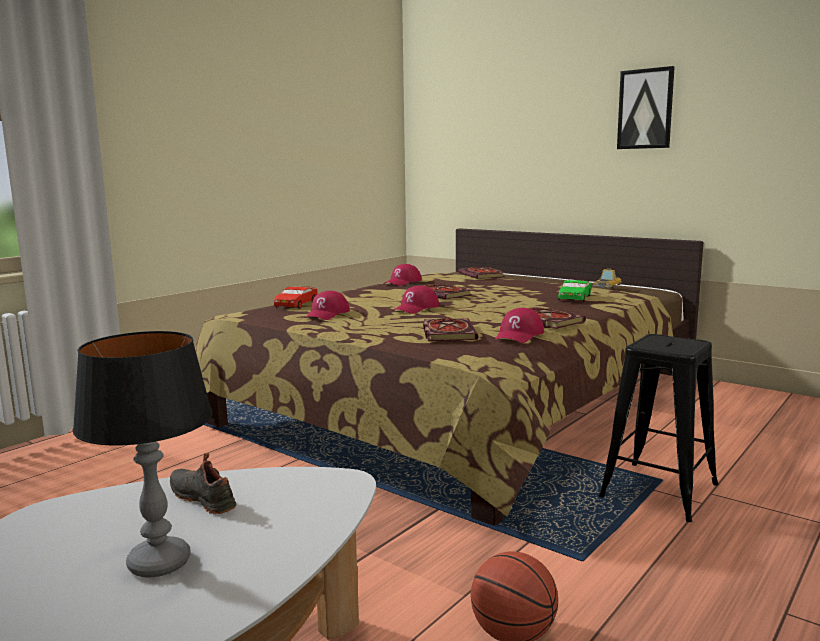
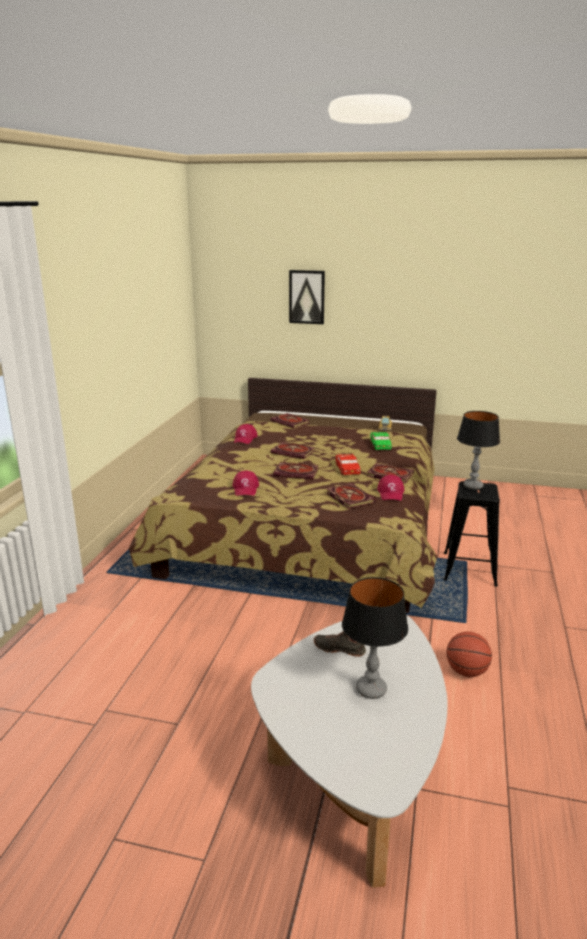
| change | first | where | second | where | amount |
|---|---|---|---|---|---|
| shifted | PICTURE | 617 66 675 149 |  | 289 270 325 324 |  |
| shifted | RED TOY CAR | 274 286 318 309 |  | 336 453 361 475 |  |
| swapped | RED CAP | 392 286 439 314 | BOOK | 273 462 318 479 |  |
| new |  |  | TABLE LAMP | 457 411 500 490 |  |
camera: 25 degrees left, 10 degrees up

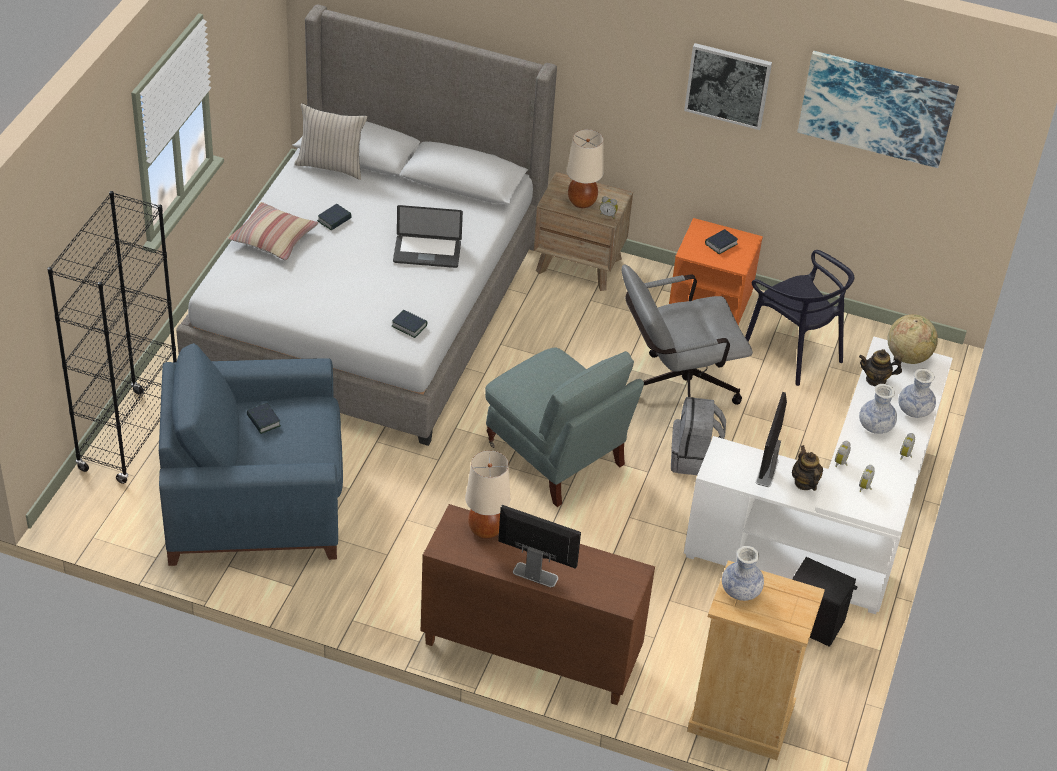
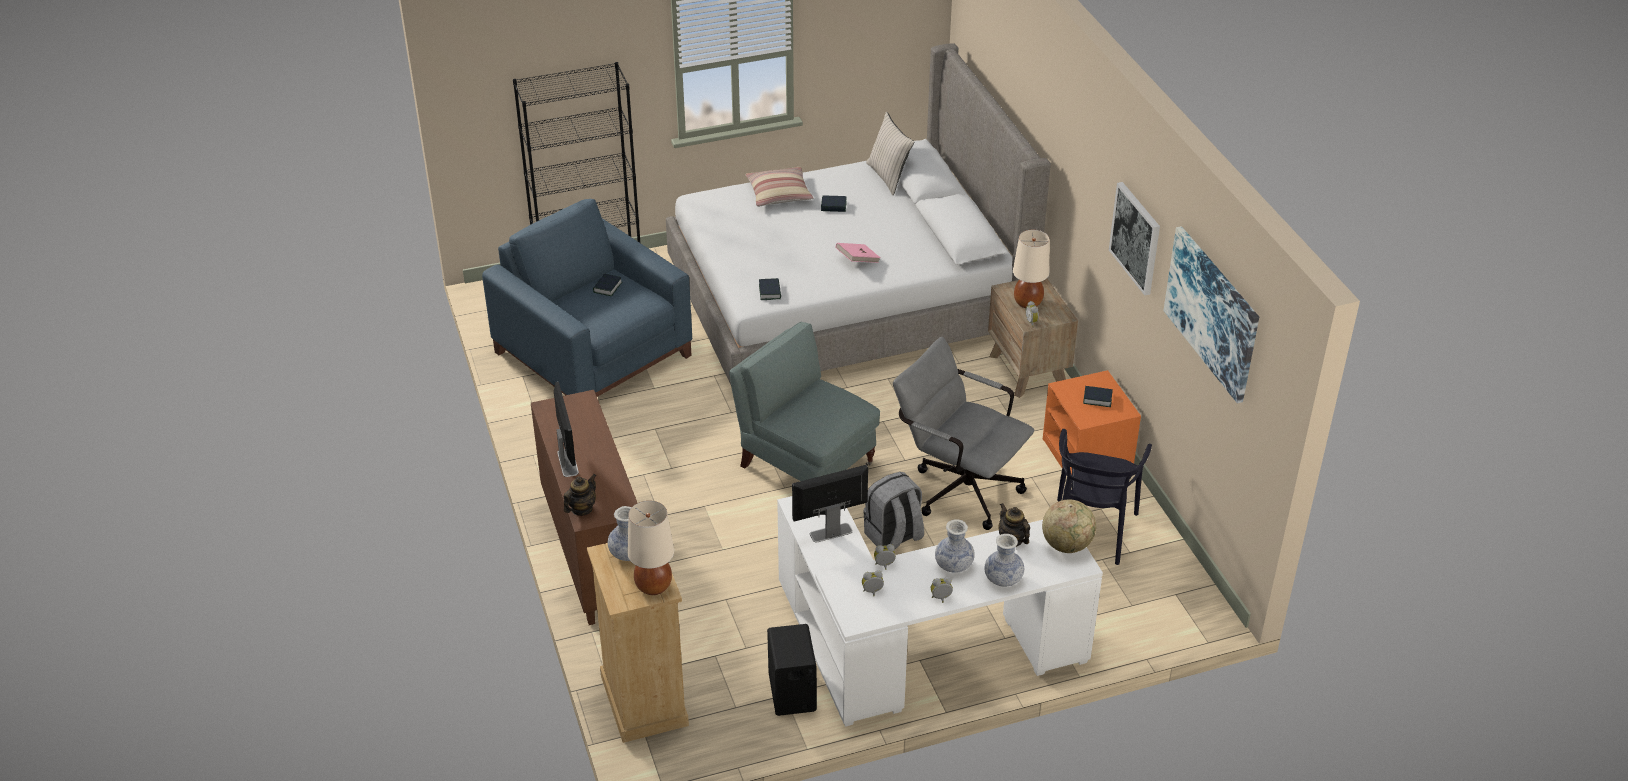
| change | first | where | second | where | amount |
|---|---|---|---|---|---|
| swapped | LAPTOP | 393 205 463 268 | PINK BOOK | 835 243 880 263 |  |
| rotated | GREY ARMCHAIR | 485 348 644 507 |  | 729 322 880 481 | 120 degrees clockwise |
| shifted | TEAPOT | 792 445 823 491 |  | 564 474 597 516 |  |
| shifted | BEIGE TABLE LAMP | 465 450 510 539 |  | 628 501 674 595 |  |
camera: 55 degrees right, 5 degrees down

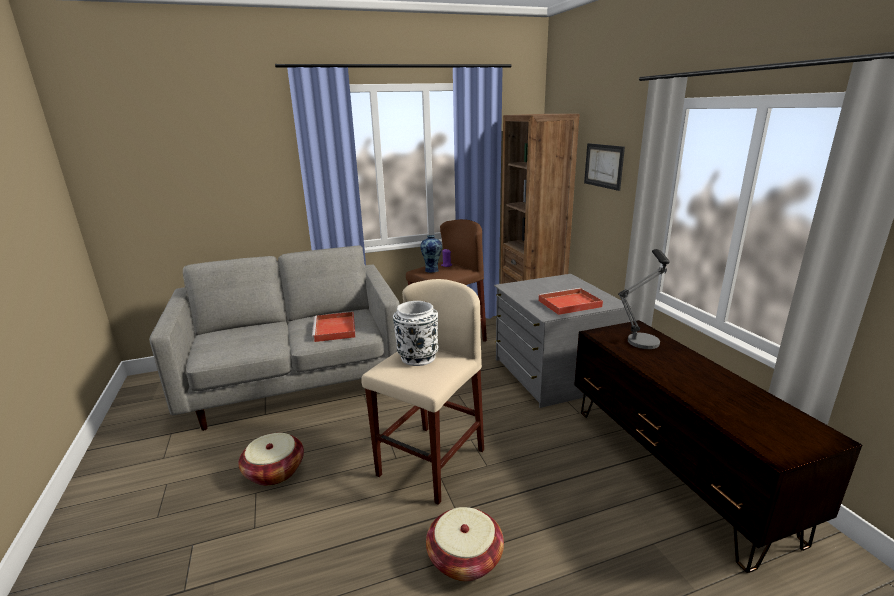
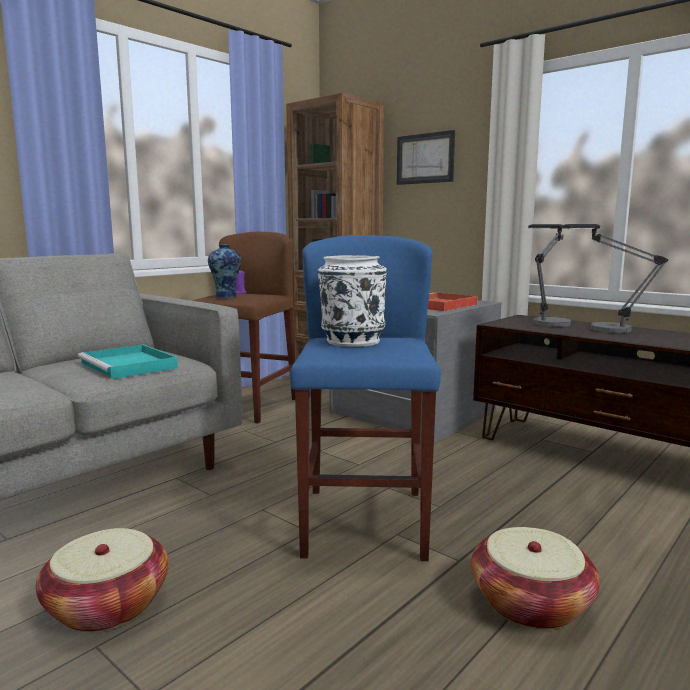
| change | first | where | second | where | amount |
|---|---|---|---|---|---|
| repainted | BEIGE STOOL | 361 279 484 505 | BLUE STOOL | 290 235 441 561 |  |
| repainted | RED TRAY | 312 312 356 342 | TURQUOISE TRAY | 78 344 178 380 |  |
| new |  |  | TABLE LAMP | 562 224 668 333 |  |
camera: 30 degrees left, 10 degrees down

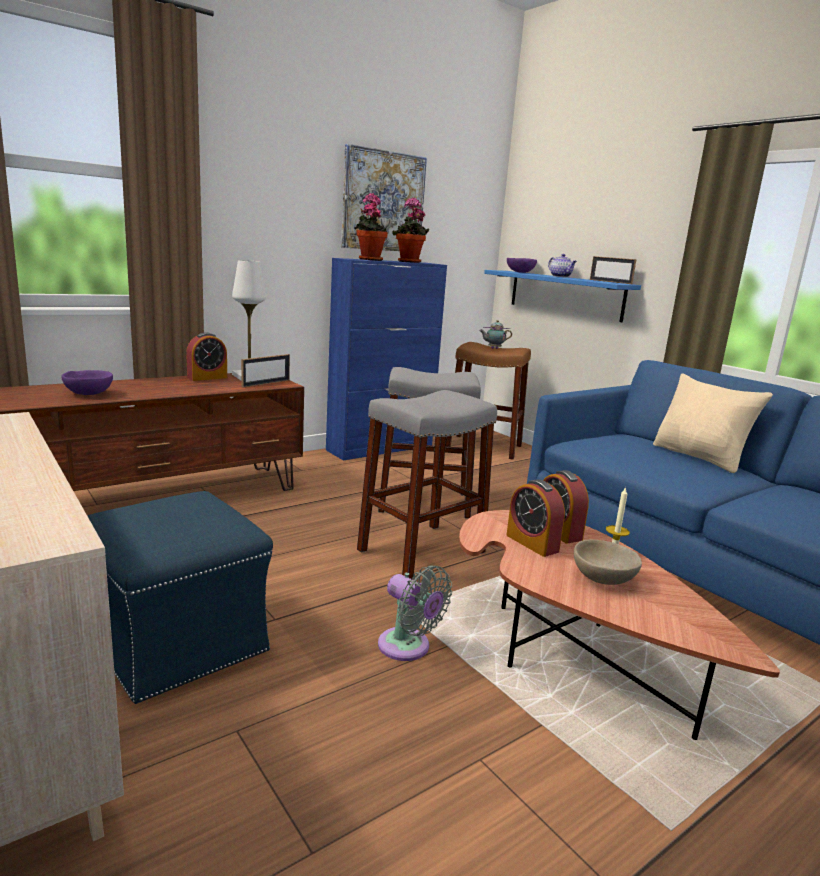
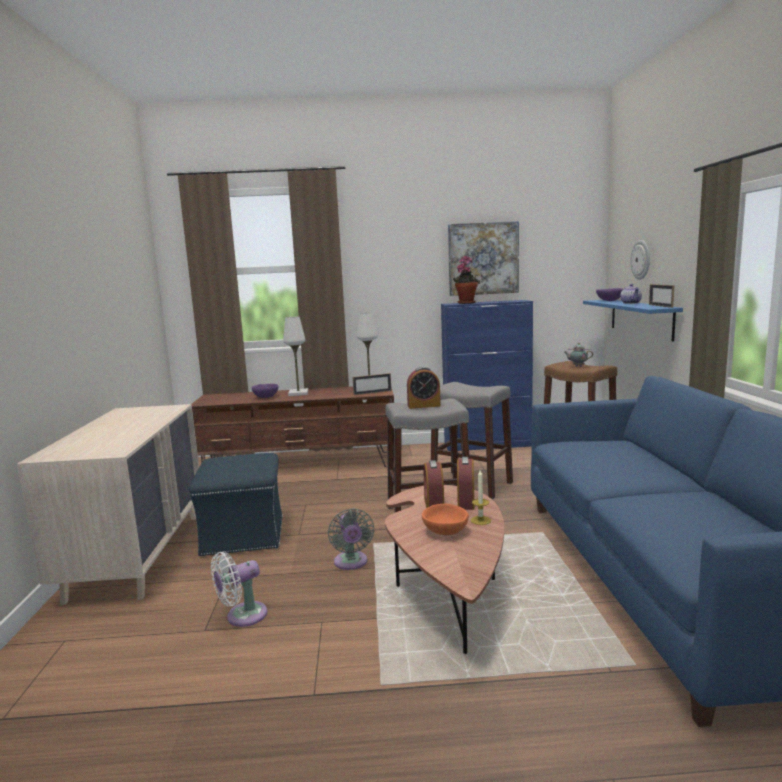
| change | first | where | second | where | amount |
|---|---|---|---|---|---|
| gone | POTTED PLANT | 392 198 430 263 |  |  |  |
| shifted | ALARM CLOCK | 186 332 227 381 |  | 407 367 441 409 |  |
| gone | BEIGE PILLOW | 653 373 773 473 |  |  |  |
| repainted | BEIGE BOWL | 574 539 642 585 | ORANGE BOWL | 422 504 469 535 |  |
| new |  |  | WALL CLOCK | 630 240 650 280 |  |
| new |  |  | WHITE TABLE LAMP | 283 317 308 396 |  |
| new |  |  | WHITE FAN | 211 552 267 627 |  |
camera: 35 degrees right, 5 degrees down

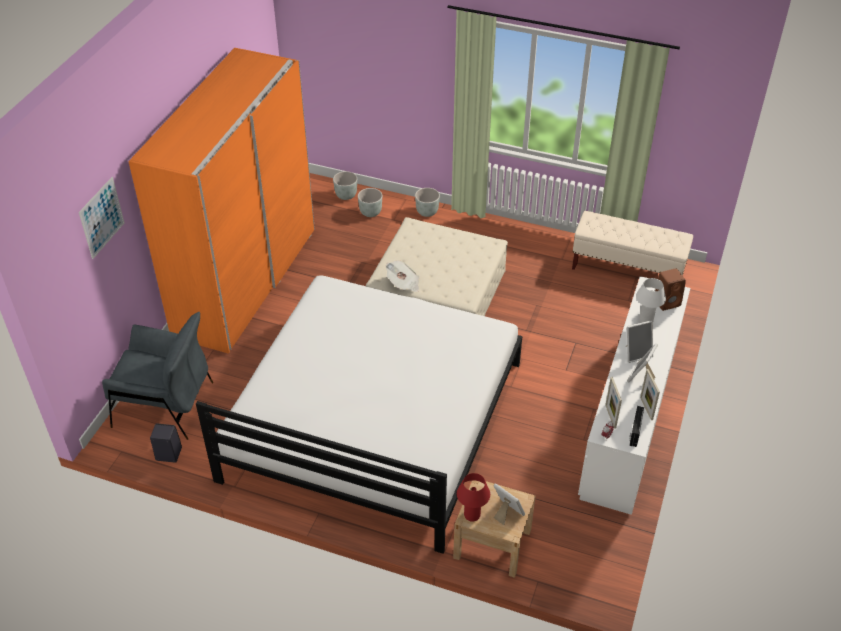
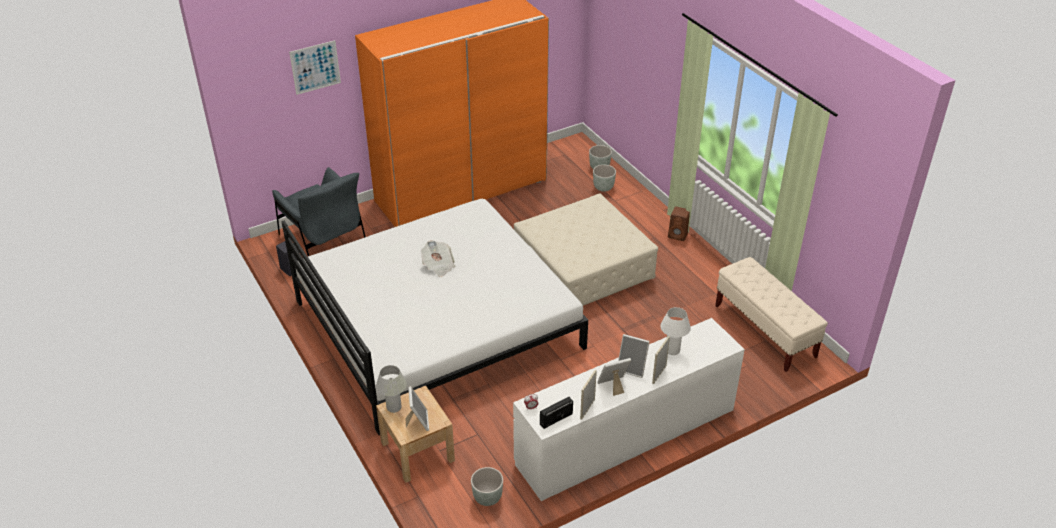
| change | first | where | second | where | amount |
|---|---|---|---|---|---|
| shifted | GREY PLANTER | 415 188 440 217 |  | 471 467 503 506 |  |
| shifted | NEWSPAPER | 386 260 419 292 |  | 421 240 455 277 |  |
| shifted | BROWN SPEAKER | 655 268 686 311 |  | 668 206 690 241 |  |
| shifted | PICTURE FRAME | 605 377 622 429 |  | 652 336 670 384 |  |
| repainted | RED TABLE LAMP | 457 473 490 522 | WHITE TABLE LAMP | 376 365 407 413 |  |
camera: 40 degrees right, 5 degrees down

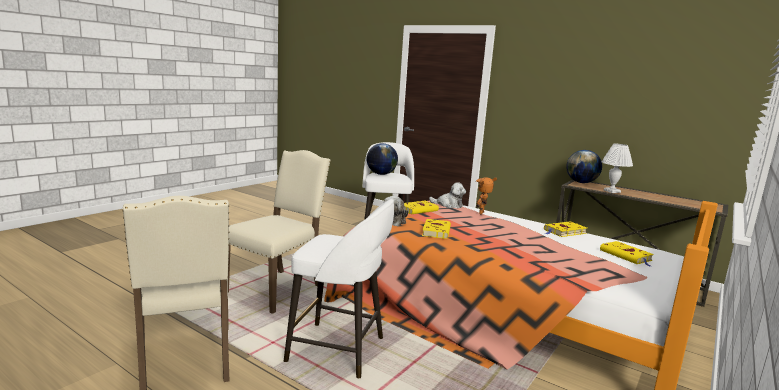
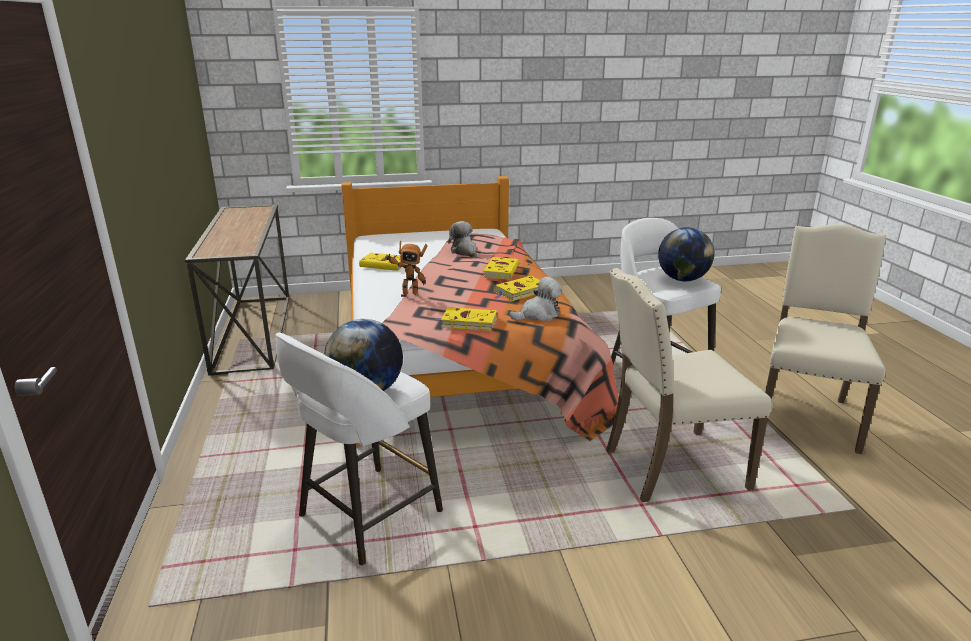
| change | first | where | second | where | amount |
|---|---|---|---|---|---|
| gone | WHITE TABLE LAMP | 602 144 633 193 |  |  |  |
| shifted | GLOBE | 566 150 602 183 |  | 658 227 714 281 |  |
| shifted | PLUSH TOY | 429 182 466 208 |  | 448 221 477 258 |  |
| shifted | YELLOW BOOK | 600 241 654 266 |  | 483 257 520 280 |  |
camera: 135 degrees left, 10 degrees up

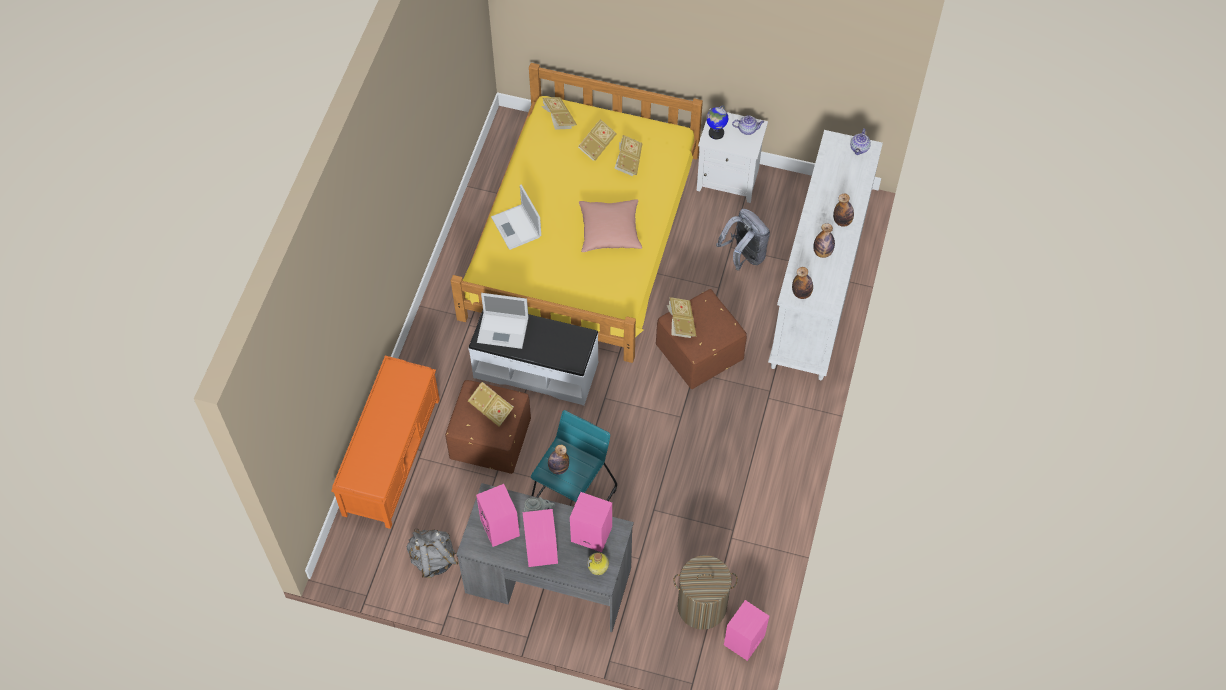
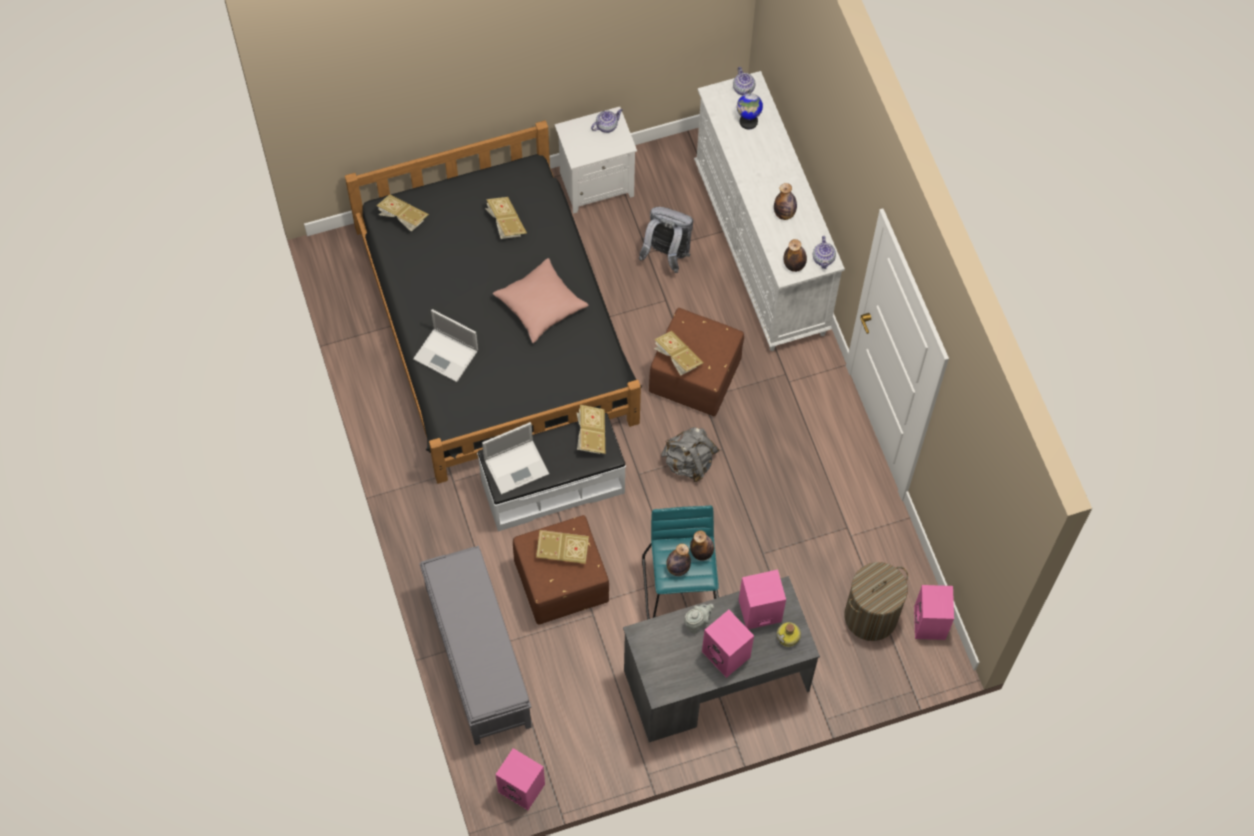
| change | first | where | second | where | amount |
|---|---|---|---|---|---|
| repainted | YELLOW BED | 451 63 703 363 | BLACK BED | 345 120 642 484 |  |
| shifted | GLOBE | 706 105 728 139 |  | 737 89 763 130 |  |
| shifted | BOOK | 578 119 617 161 |  | 576 405 605 454 |  |
| shifted | BOTTLE | 833 194 854 227 |  | 690 530 714 561 |  |
| repainted | ORANGE BENCH | 331 356 440 529 | GREY BENCH | 419 546 532 745 |  |
| shifted | PINK SPEAKER | 476 484 520 547 |  | 495 748 545 810 |  |
| shifted | GREY BACKPACK | 407 529 458 578 |  | 661 427 719 482 |  |
| new |  |  | TEAPOT | 813 236 836 269 |  |
camera: 35 degrees left, 5 degrees up

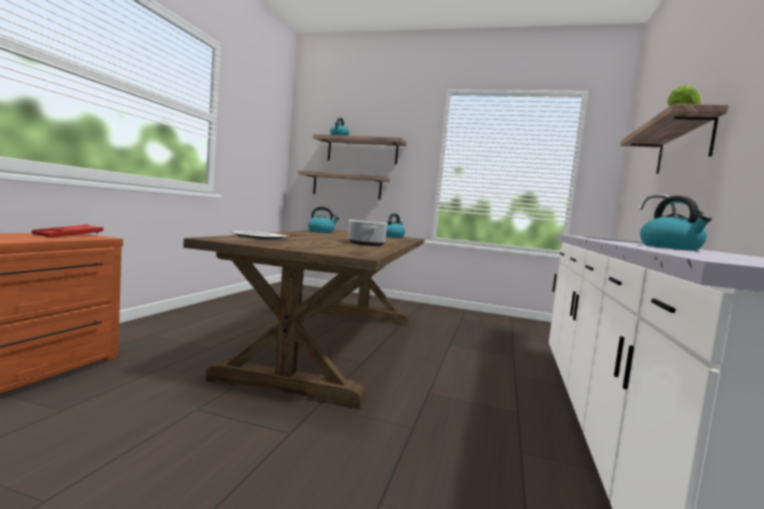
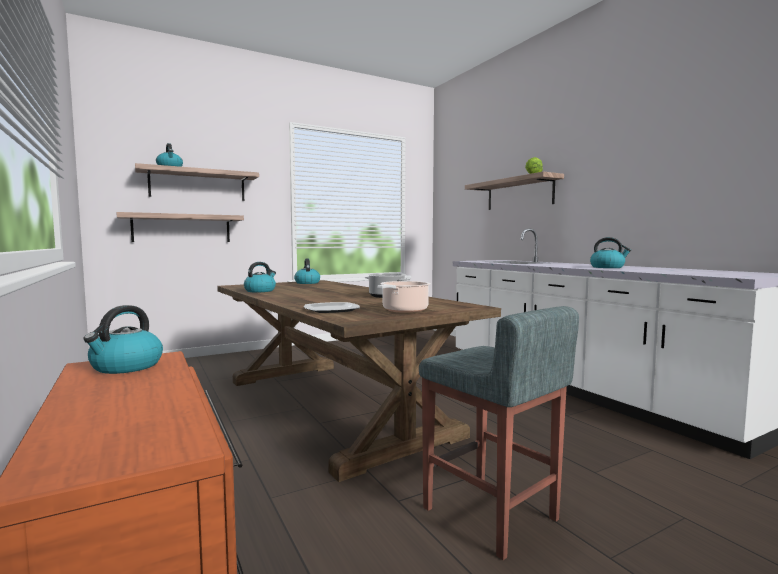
| change | first | where | second | where | amount |
|---|---|---|---|---|---|
| swapped | RED TRAY | 32 225 103 237 | KETTLE | 83 305 163 374 |  |
| new |  |  | COOKING POT | 378 281 431 313 |  |
| new |  |  | GREY STOOL | 419 306 579 560 |  |
camera: 45 degrees left, 0 degrees up

